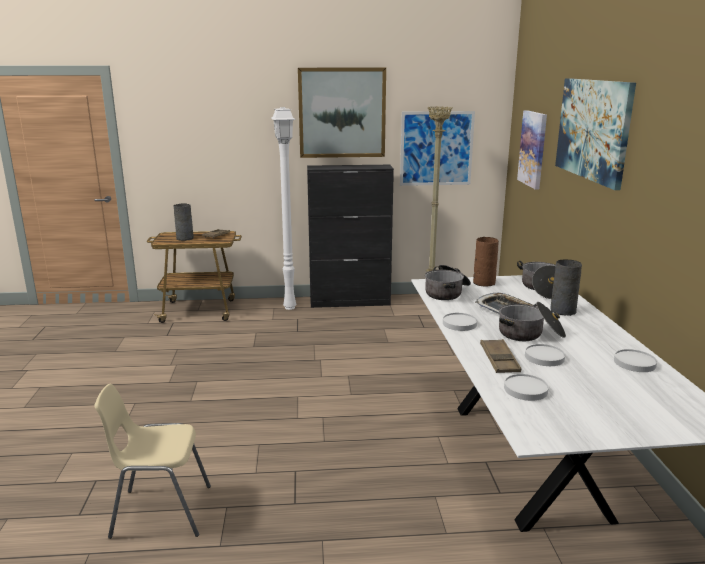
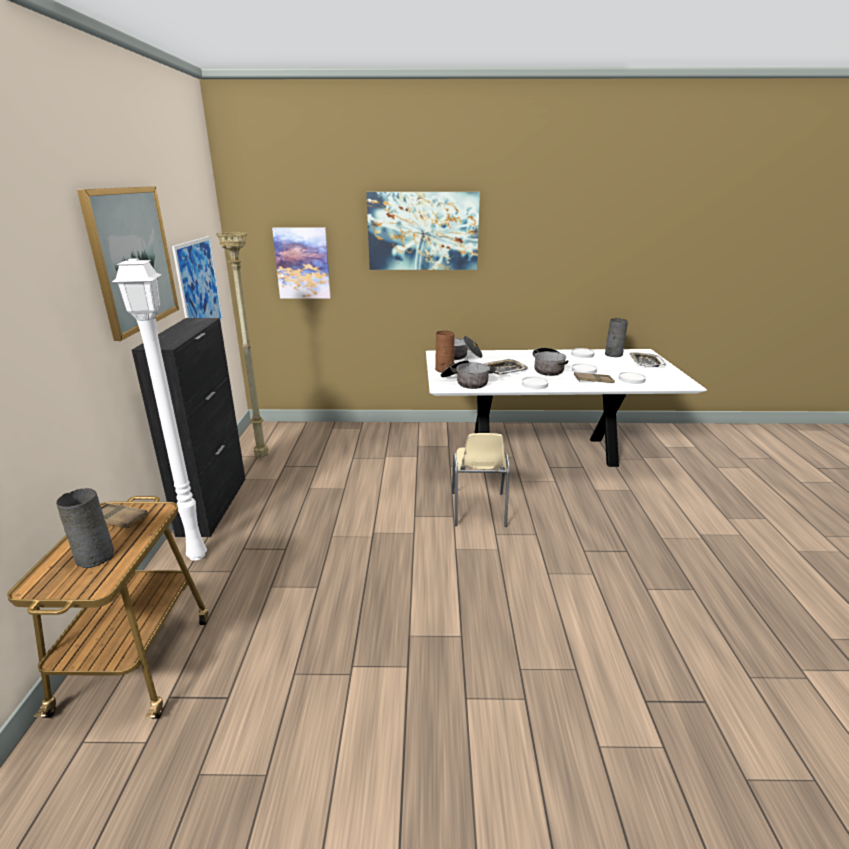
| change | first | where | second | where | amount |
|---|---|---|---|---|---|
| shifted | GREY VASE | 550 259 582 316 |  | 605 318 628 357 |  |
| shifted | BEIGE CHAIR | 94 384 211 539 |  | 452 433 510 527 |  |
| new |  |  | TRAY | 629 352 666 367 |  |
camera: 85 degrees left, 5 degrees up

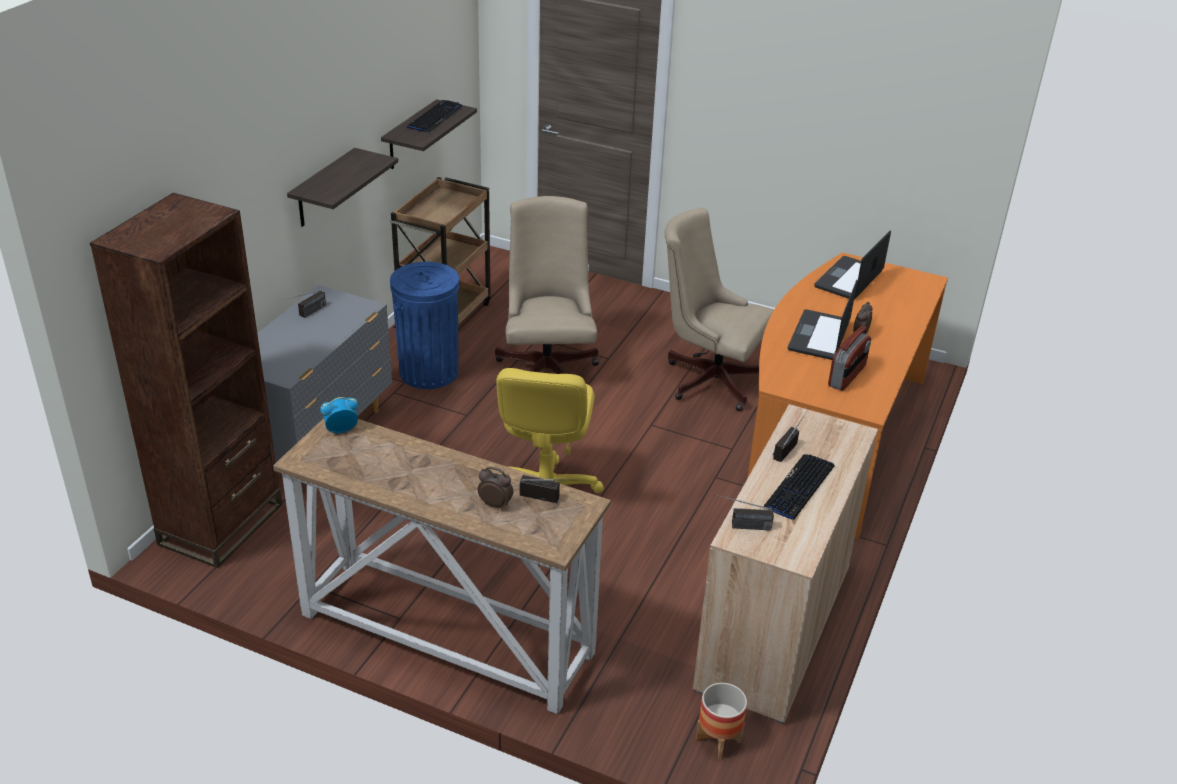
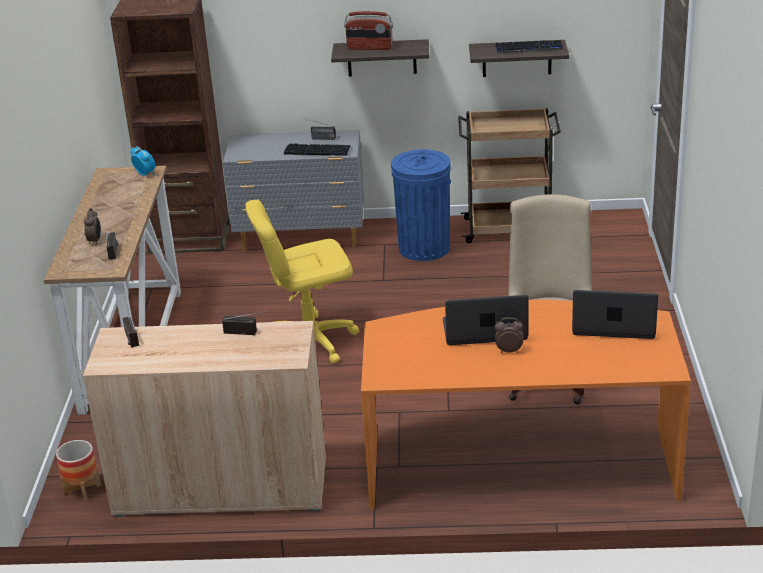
| change | first | where | second | where | amount |
|---|---|---|---|---|---|
| gone | BEIGE OFFICE CHAIR | 495 196 599 374 |  |  |  |
| shifted | RADIO | 828 326 871 391 |  | 344 11 393 50 |  |
| shifted | KEYBOARD | 763 454 834 520 |  | 284 143 351 156 |  |
camera: 70 degrees right, 5 degrees down

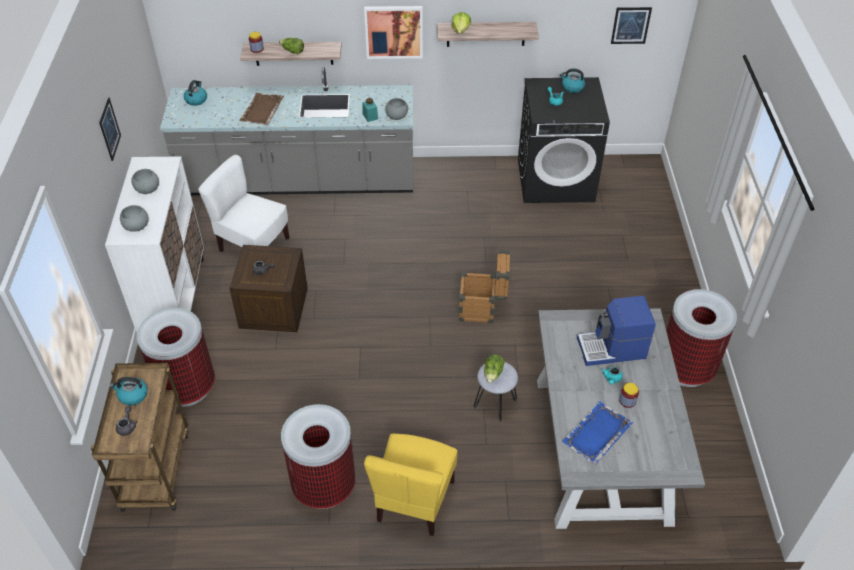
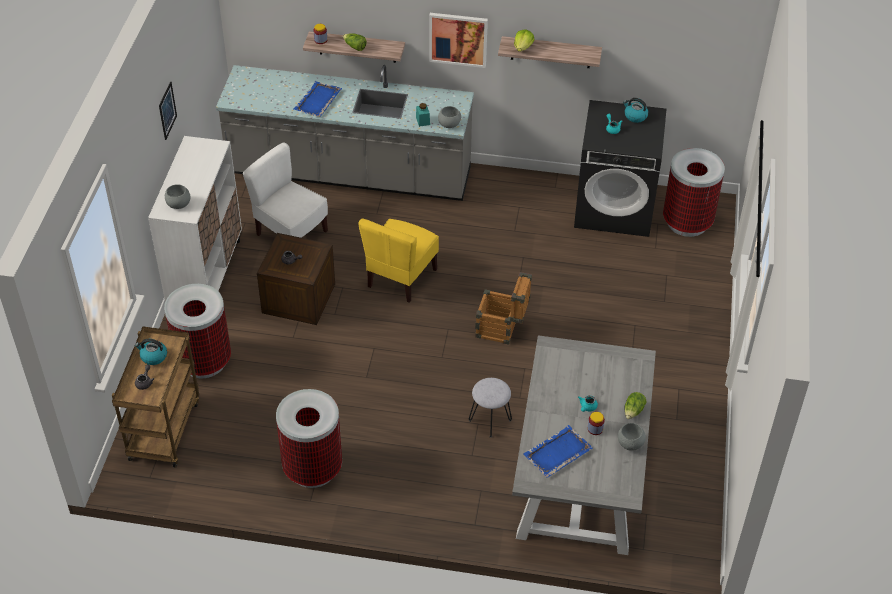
| change | first | where | second | where | amount |
|---|---|---|---|---|---|
| gone | PICTURE | 611 7 652 44 |  |  |  |
| gone | KETTLE | 184 80 207 106 |  |  |  |
| repainted | BROWN TRAY | 239 93 284 125 | BLUE TRAY | 294 81 342 117 |  |
| shifted | GREY BOWL | 131 169 159 194 |  | 618 423 646 451 |  |
| shifted | TRASH CAN | 666 289 737 387 |  | 663 148 725 237 |  |
| gone | COFFEE MACHINE | 577 296 656 366 |  |  |  |
| shifted | LETTUCE | 484 354 505 383 |  | 625 392 647 419 |  |
| shifted | YELLOW CHAIR | 364 434 457 536 |  | 358 219 439 303 |  |
camera: 10 degrees right, 0 degrees up

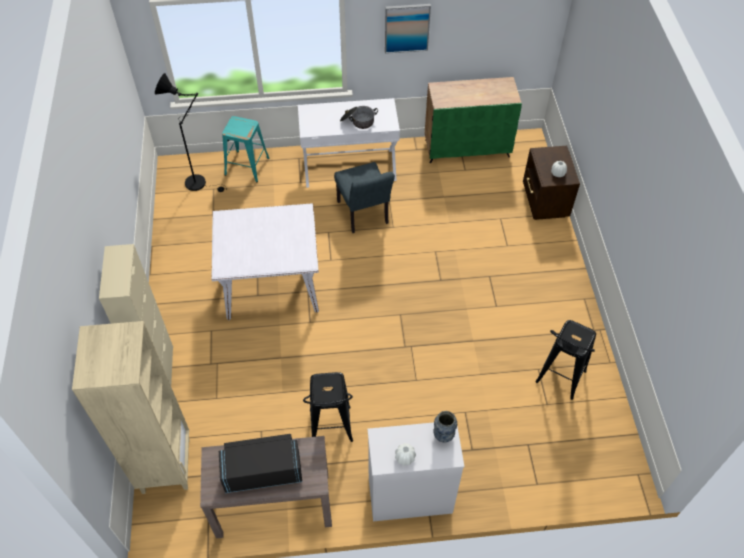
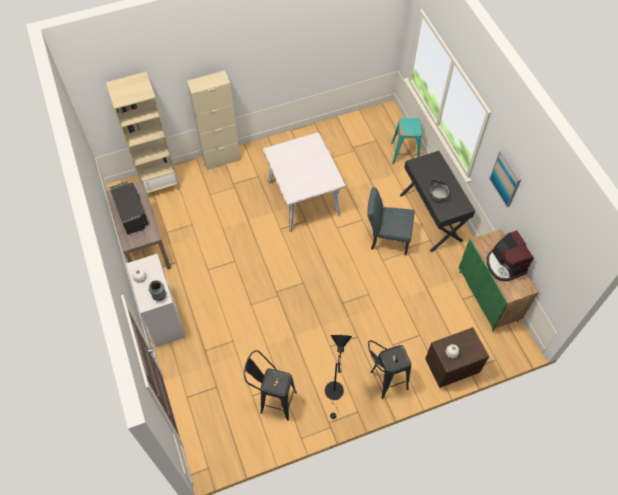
| change | first | where | second | where | amount |
|---|---|---|---|---|---|
| shifted | BLACK FLOOR LAMP | 155 73 227 192 |  | 325 335 352 421 |  |
| repainted | WHITE DESK | 298 98 400 188 | BLACK DESK | 400 151 475 252 |  |
| rotated | GREY CHAIR | 334 162 395 233 |  | 367 187 415 255 | 45 degrees clockwise |
| shifted | BLACK STOOL | 303 372 353 442 |  | 368 340 411 399 |  |
| new |  |  | COFFEE MACHINE | 487 230 534 281 |  |
camera: 75 degrees right, 5 degrees up

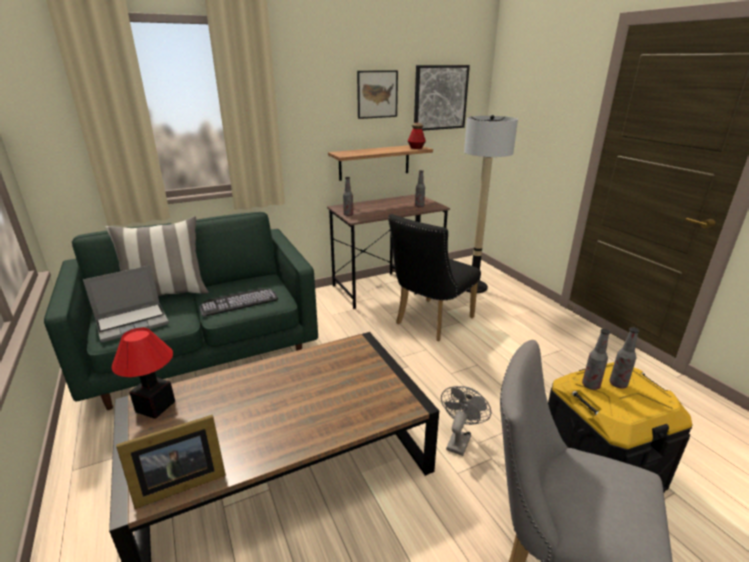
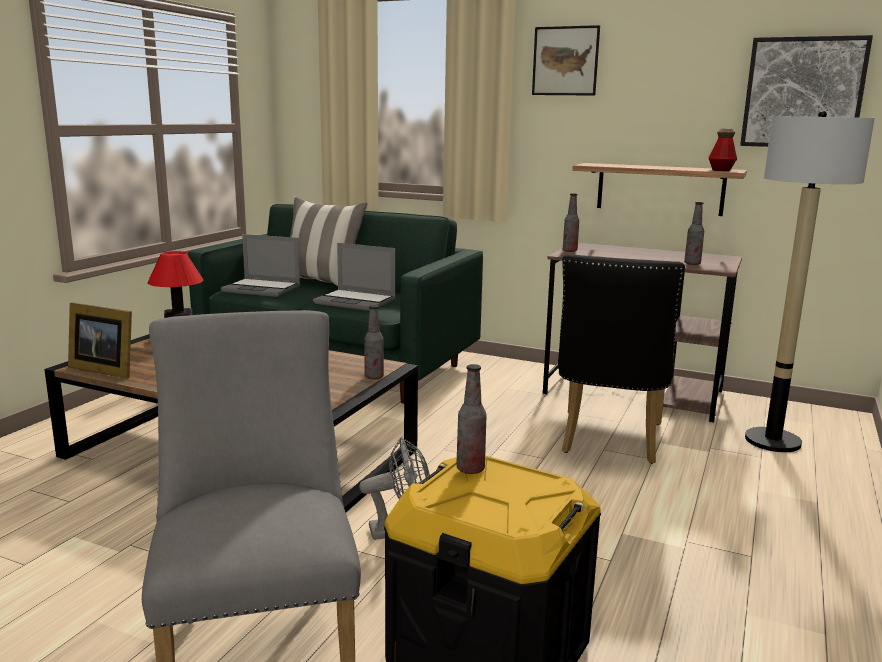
| change | first | where | second | where | amount |
|---|---|---|---|---|---|
| shifted | PICTURE | 357 70 398 119 |  | 532 25 600 96 |  |
| rotated | BLACK CHAIR | 388 214 481 341 |  | 558 254 685 464 | 75 degrees counterclockwise |
| swapped | KEYBOARD | 199 289 278 316 | LAPTOP | 313 243 396 311 |  |
| shifted | BOTTLE | 609 327 639 389 |  | 364 305 384 379 |  |
camera: 50 degrees right, 10 degrees down

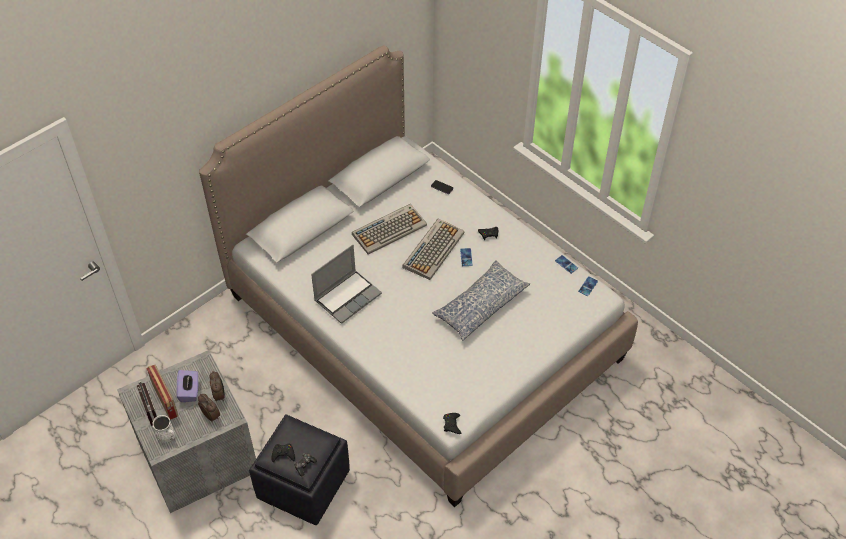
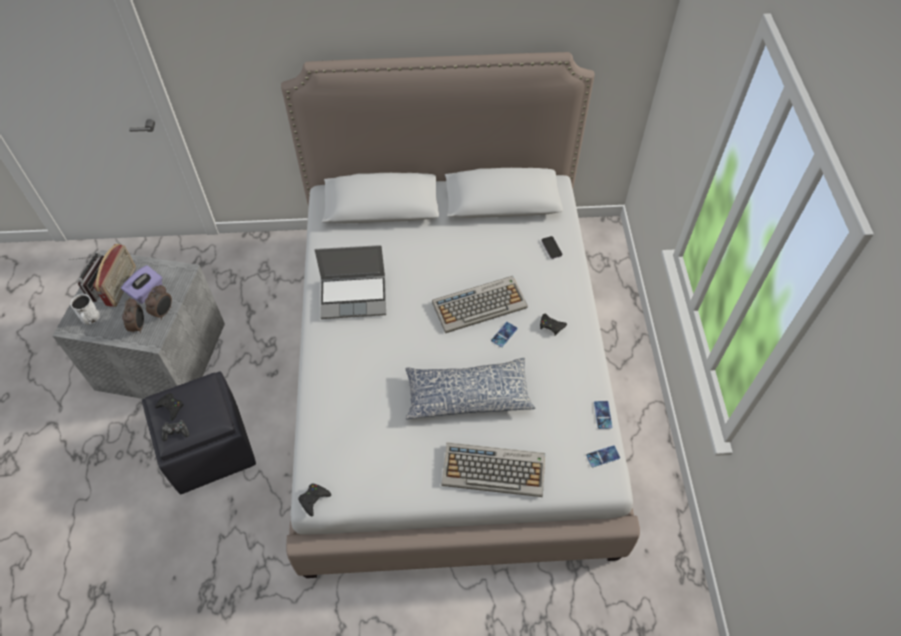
| change | first | where | second | where | amount |
|---|---|---|---|---|---|
| shifted | KEYBOARD | 352 204 427 255 |  | 441 442 545 497 |  |
camera: 40 degrees right, 5 degrees up

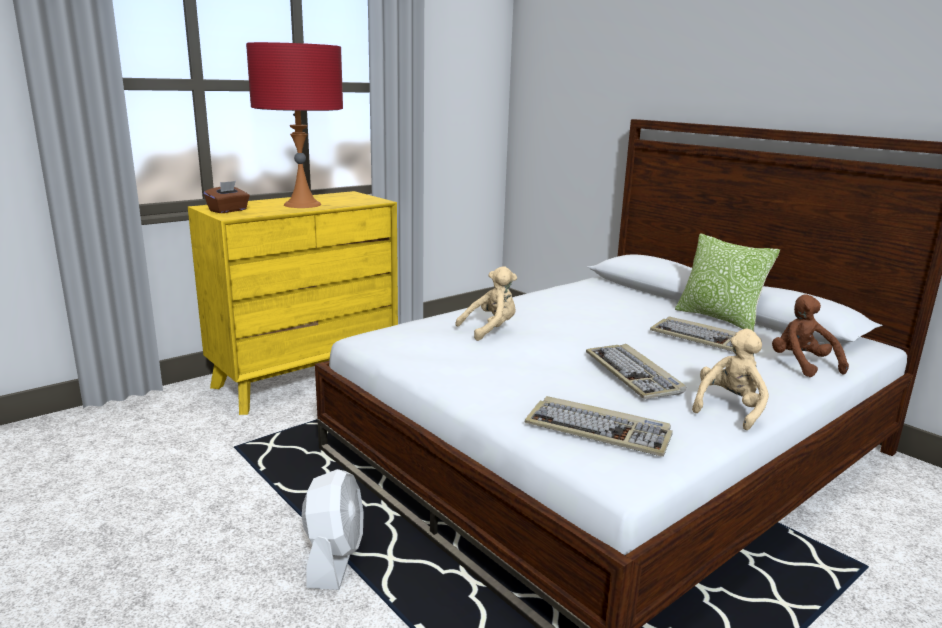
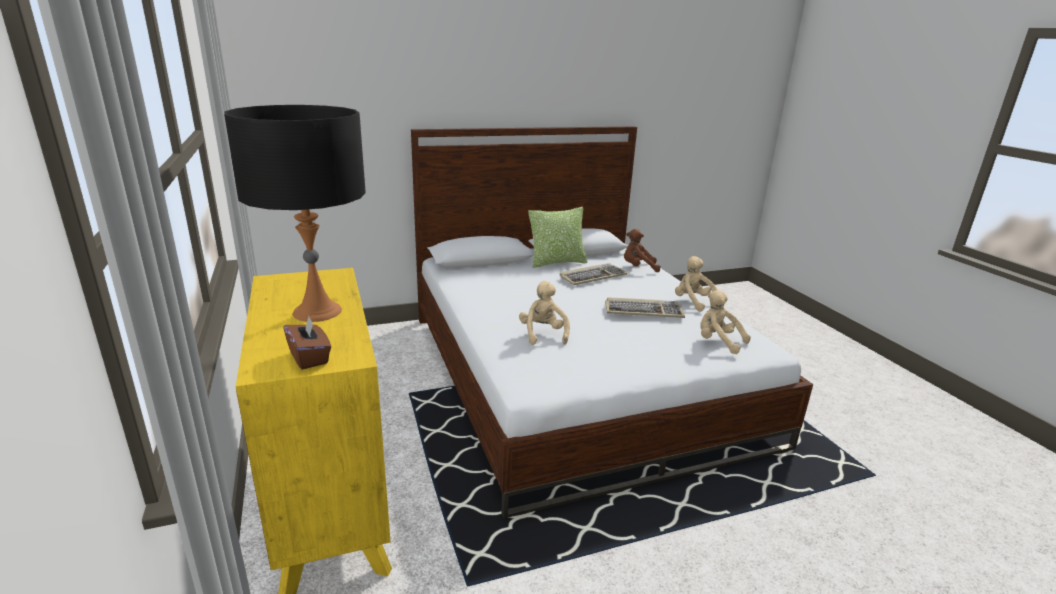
| change | first | where | second | where | amount |
|---|---|---|---|---|---|
| repainted | RED TABLE LAMP | 246 42 343 208 | BLACK TABLE LAMP | 224 105 366 322 |  |
| swapped | KEYBOARD | 525 396 673 457 | BEIGE PLUSH TOY | 700 290 751 354 |  |
| gone | WHITE FAN | 302 469 364 590 |  |  |  |
camera: 70 degrees left, 5 degrees up

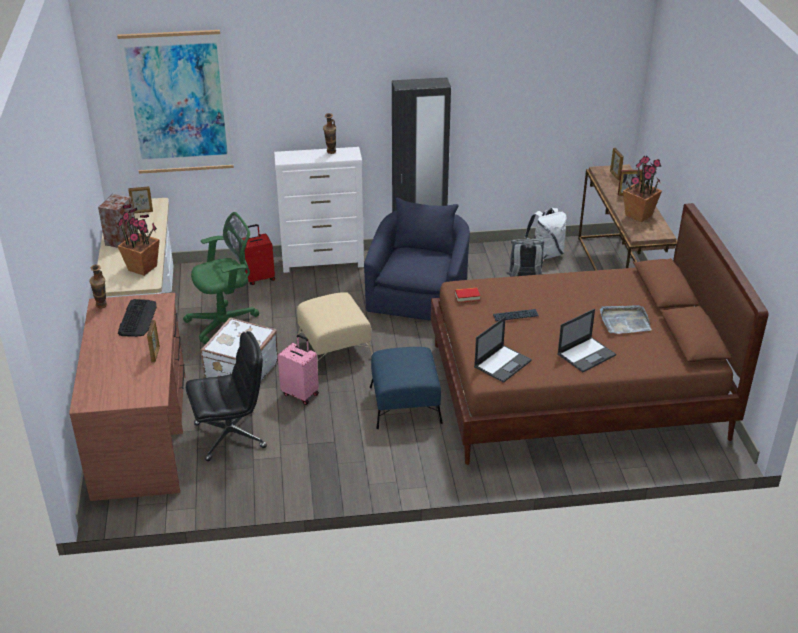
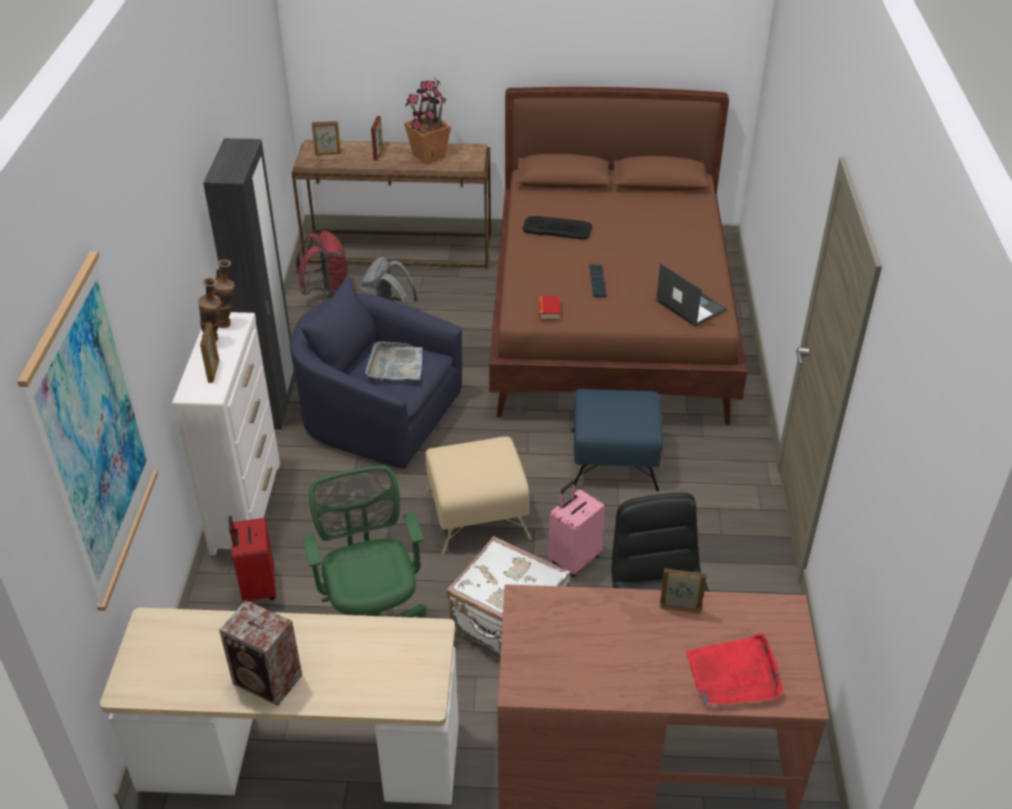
| change | first | where | second | where | amount |
|---|---|---|---|---|---|
| shifted | PICTURE FRAME | 128 186 153 213 |  | 200 323 219 383 |  |
| gone | POTTED PLANT | 117 204 160 276 |  |  |  |
| repainted | WHITE BACKPACK | 524 208 567 259 | RED BACKPACK | 296 231 348 299 |  |
| shifted | VASE | 89 265 107 308 |  | 213 260 235 328 |  |
| shifted | KEYBOARD | 118 299 157 337 |  | 522 216 592 240 |  |
| shifted | GREY TRAY | 600 305 652 334 |  | 365 341 422 381 |  |
| gone | LAPTOP | 557 309 616 372 |  |  |  |
| new |  |  | RED TRAY | 686 633 784 705 |  |
camera: 80 degrees left, 5 degrees up

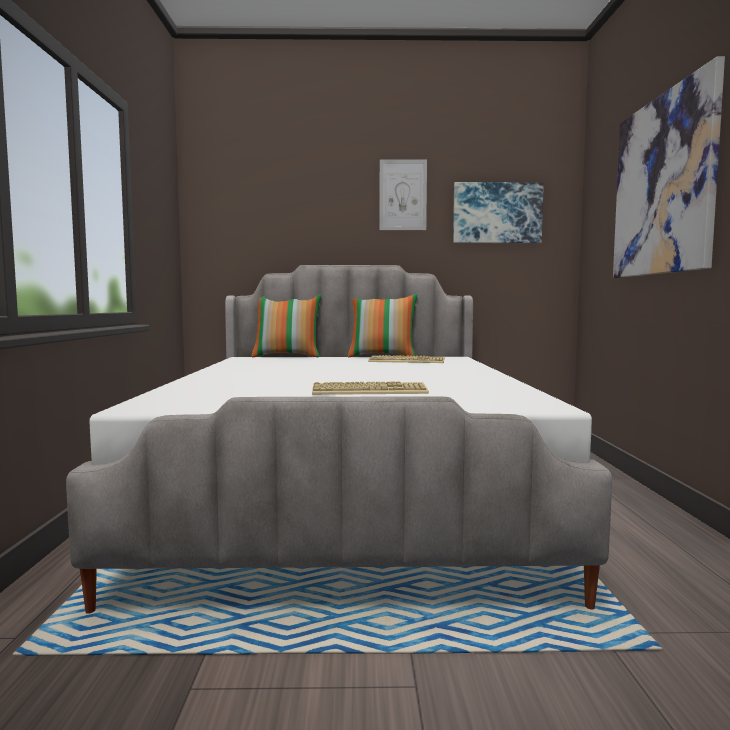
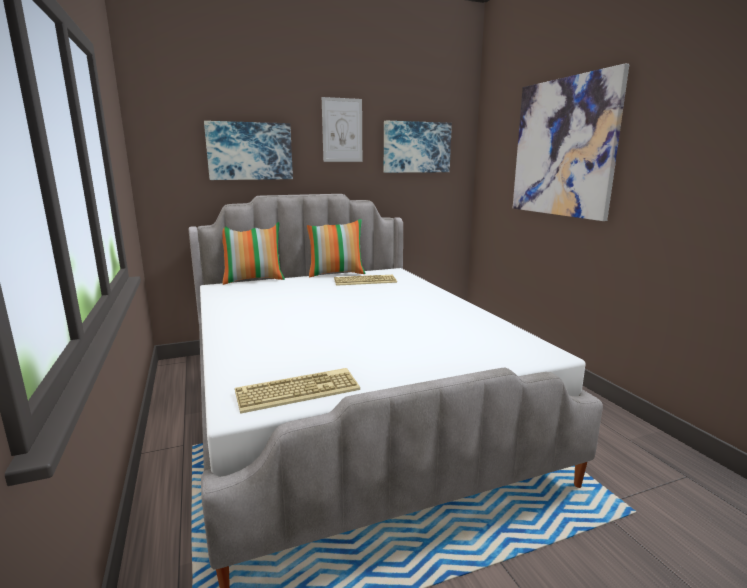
| change | first | where | second | where | amount |
|---|---|---|---|---|---|
| shifted | KEYBOARD | 312 382 429 395 |  | 235 368 360 414 |  |
| new |  |  | PICTURE | 204 121 293 180 |  |
camera: 20 degrees left, 10 degrees up

